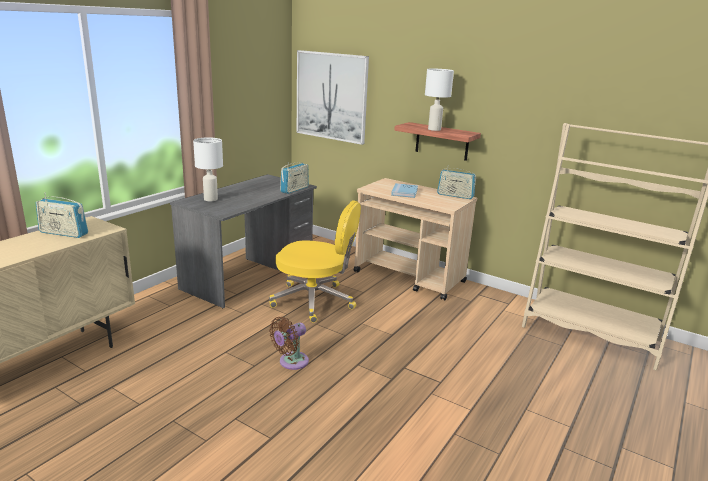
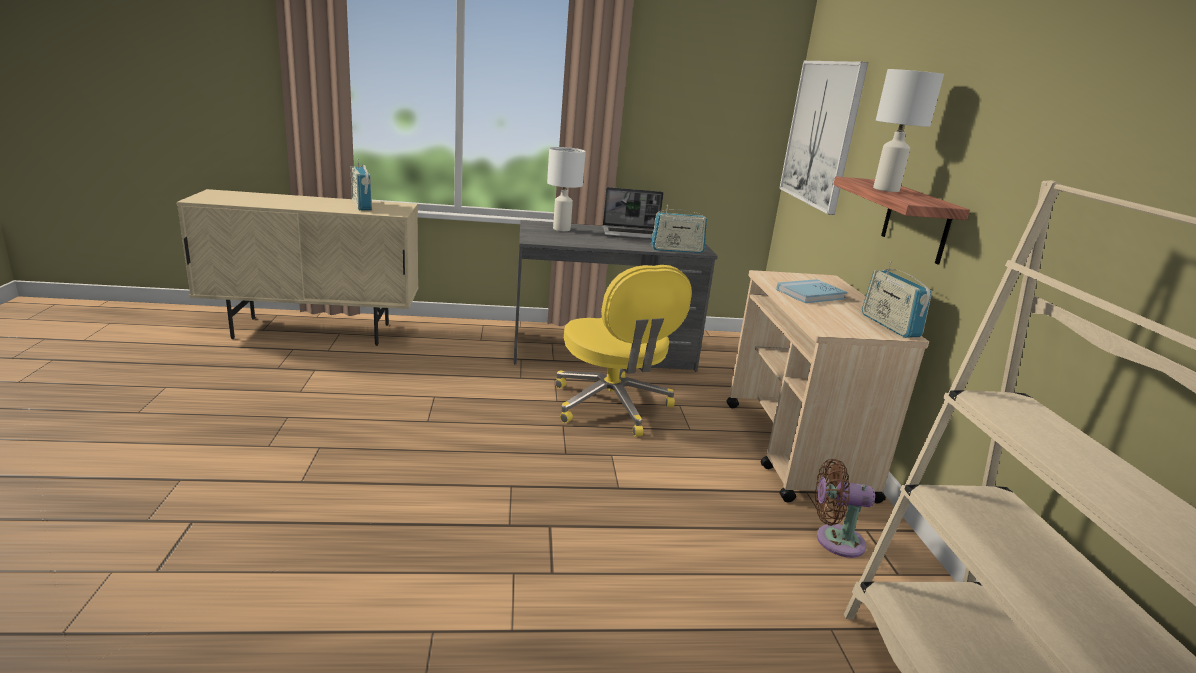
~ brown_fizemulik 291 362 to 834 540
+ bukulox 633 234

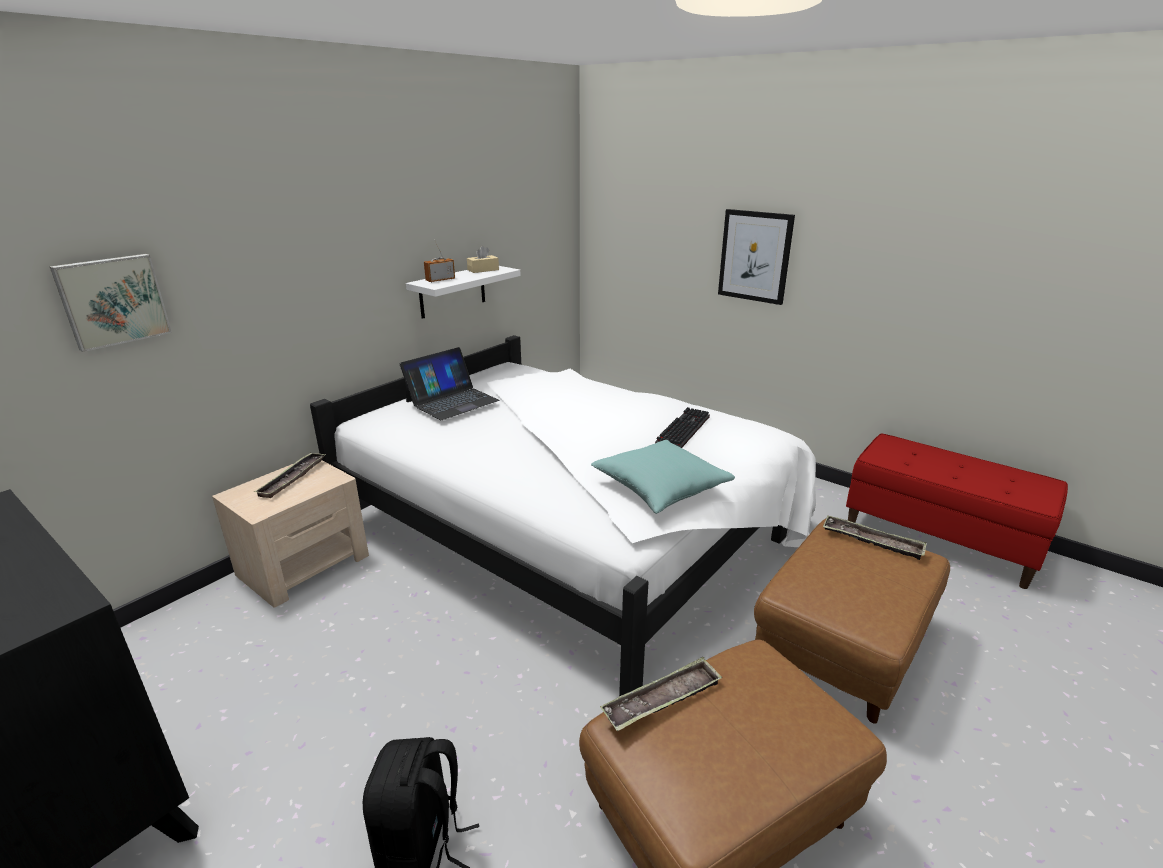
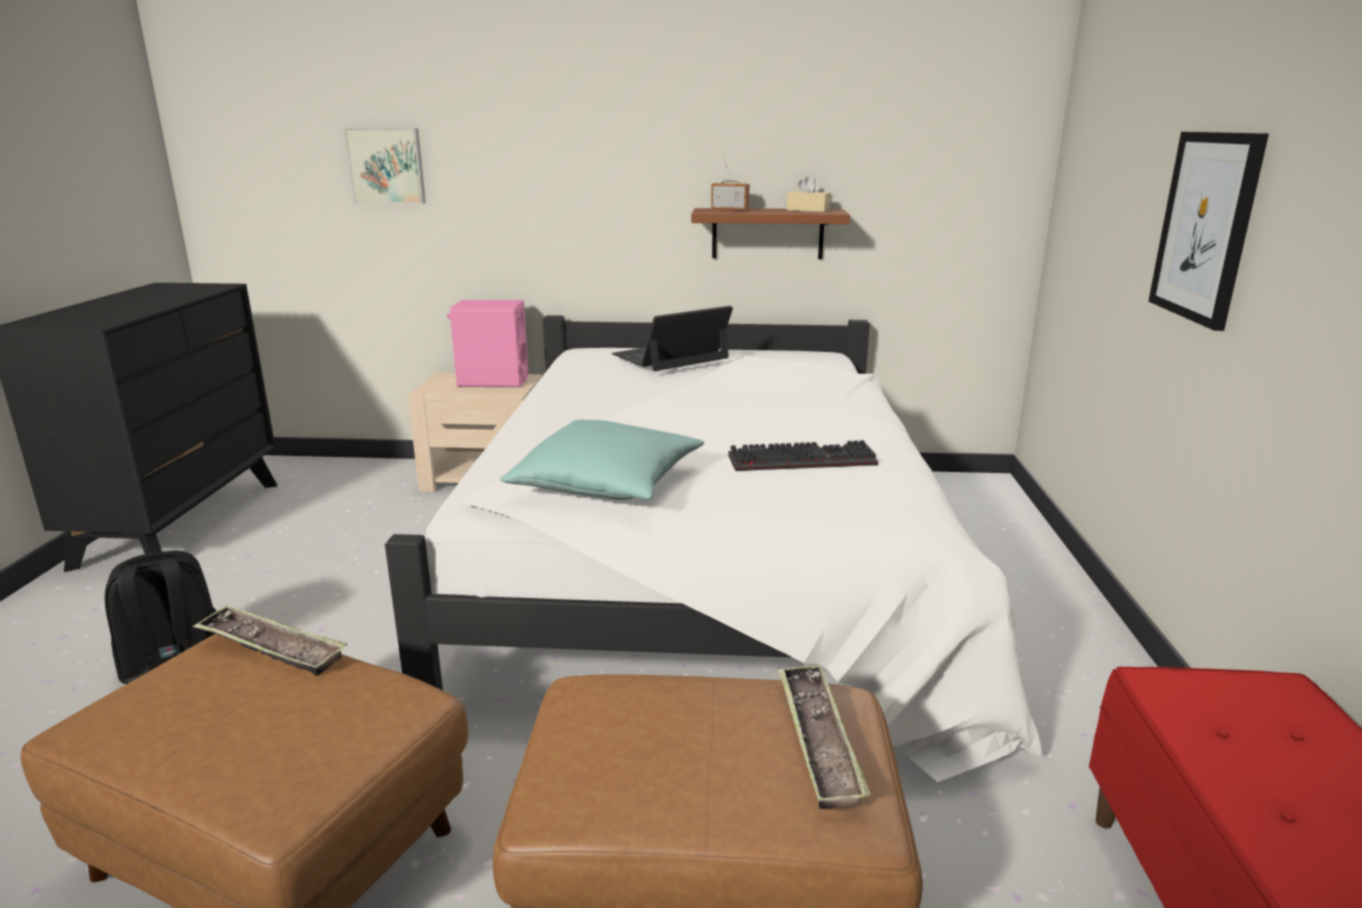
~ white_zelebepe 452 291 to brown_zelebepe 767 233
~ bukulox 452 401 = 670 356 135 degrees clockwise
~ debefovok 292 478 to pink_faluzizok 493 381

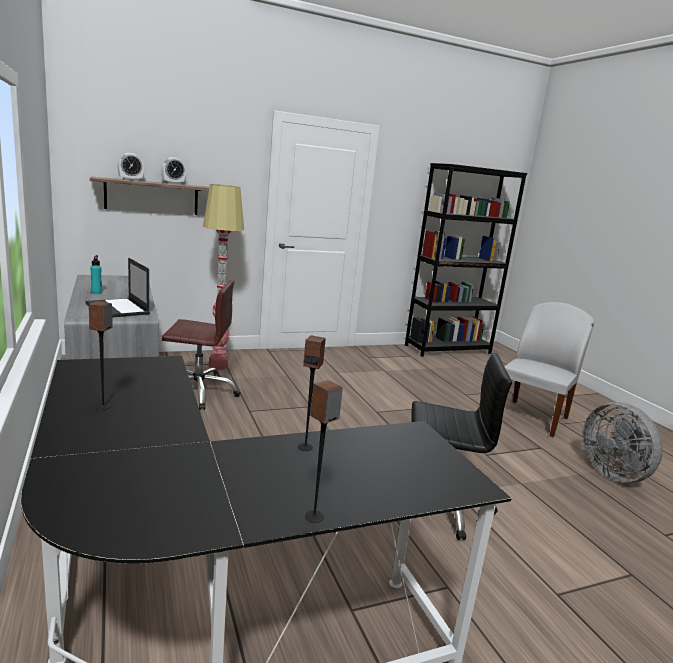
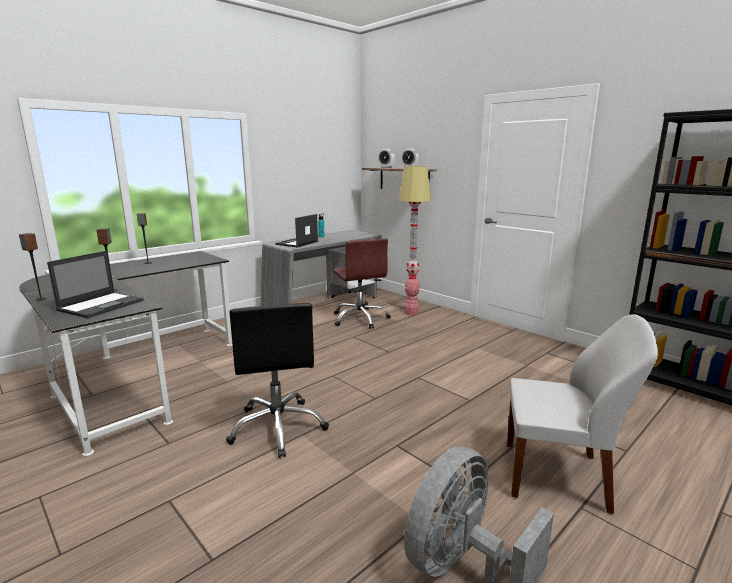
+ bukulox 102 305

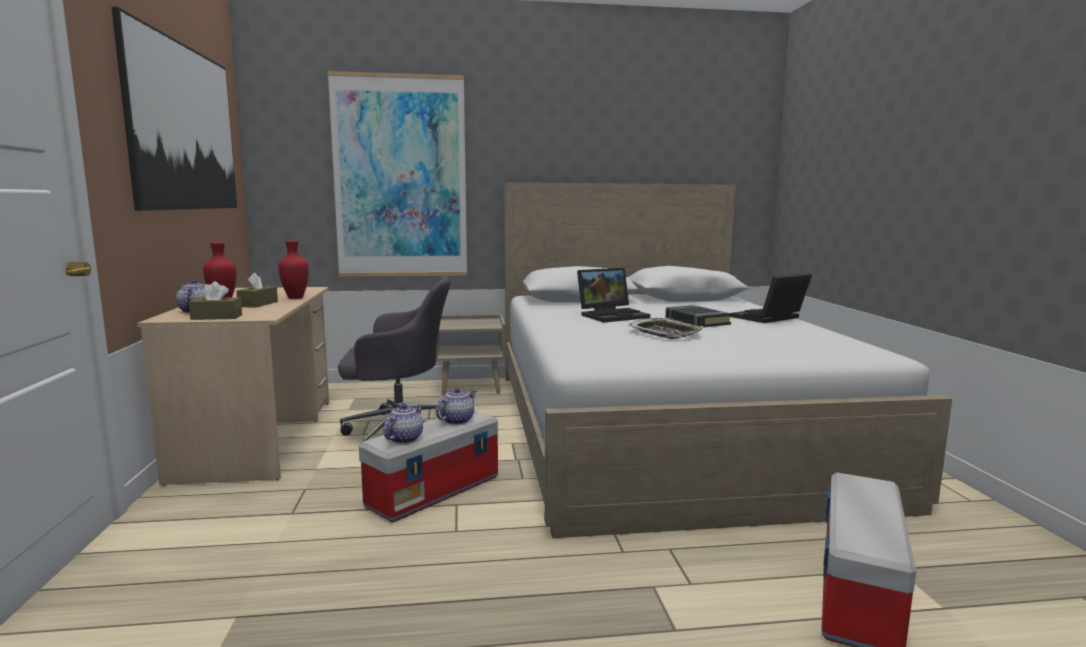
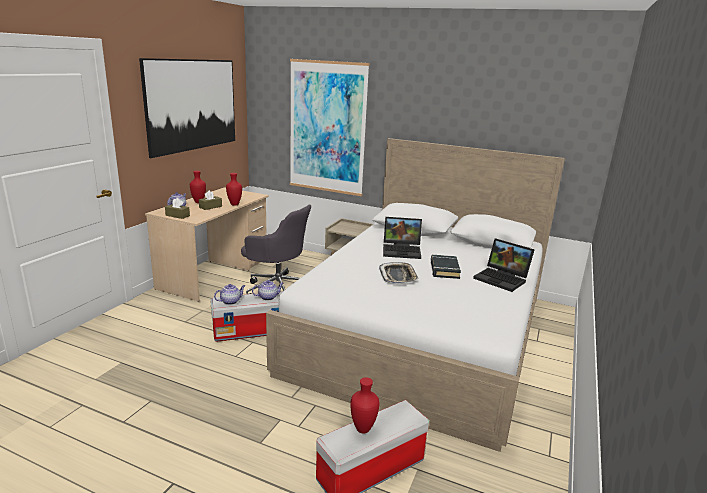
~ bukulox 769 318 = 502 279 135 degrees counterclockwise
+ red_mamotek 363 428

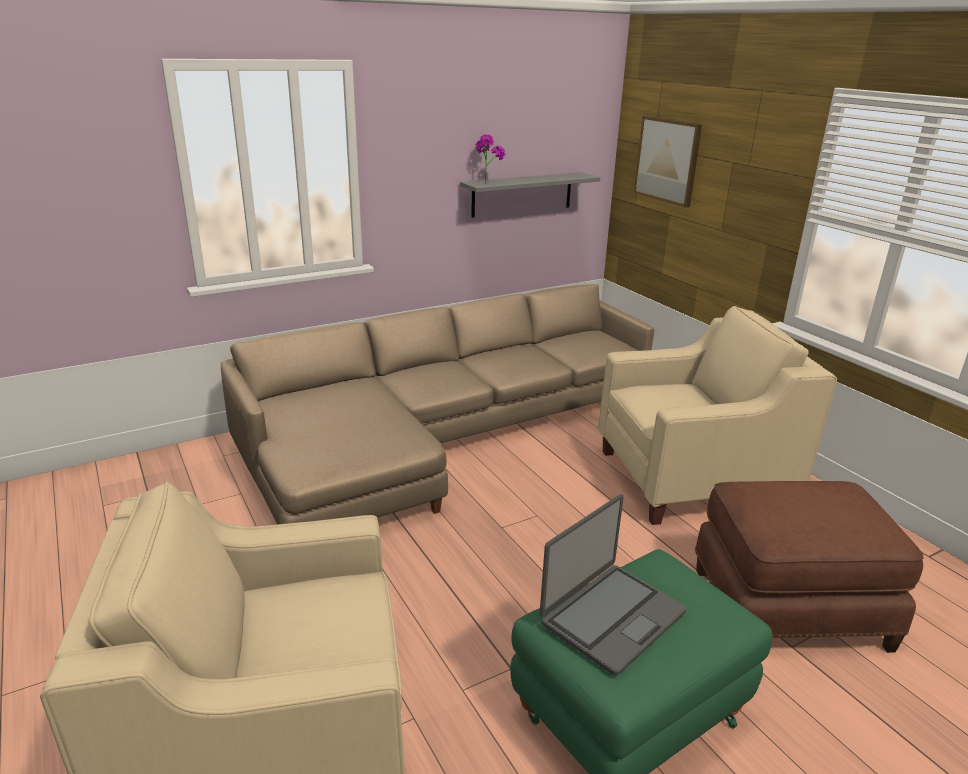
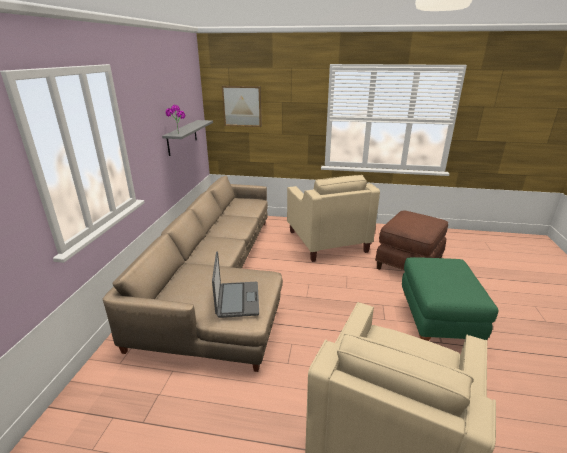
~ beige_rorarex 692 479 = 326 241 135 degrees clockwise
~ bukulox 611 617 to 237 300

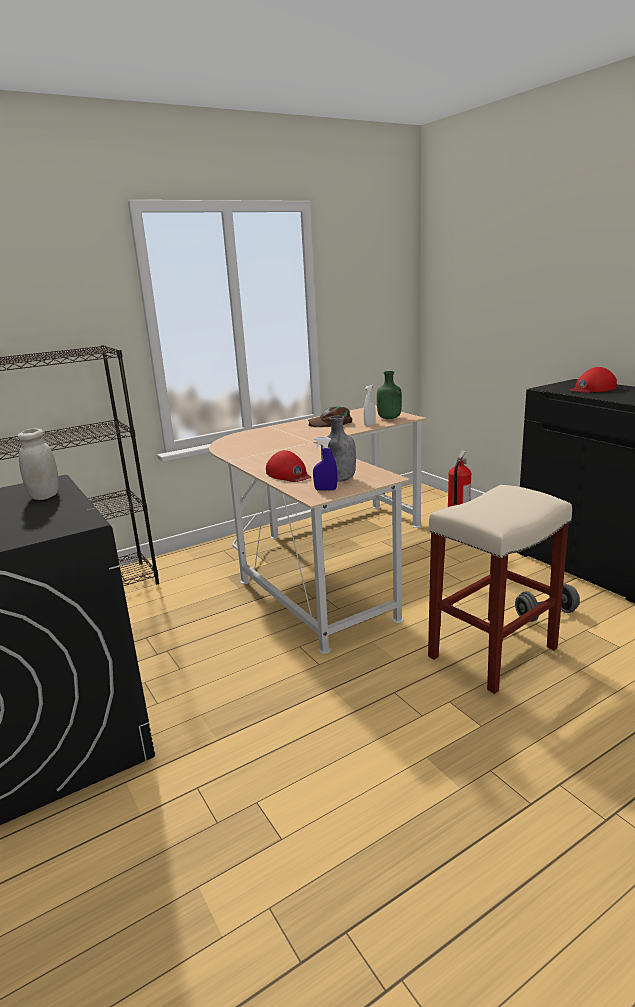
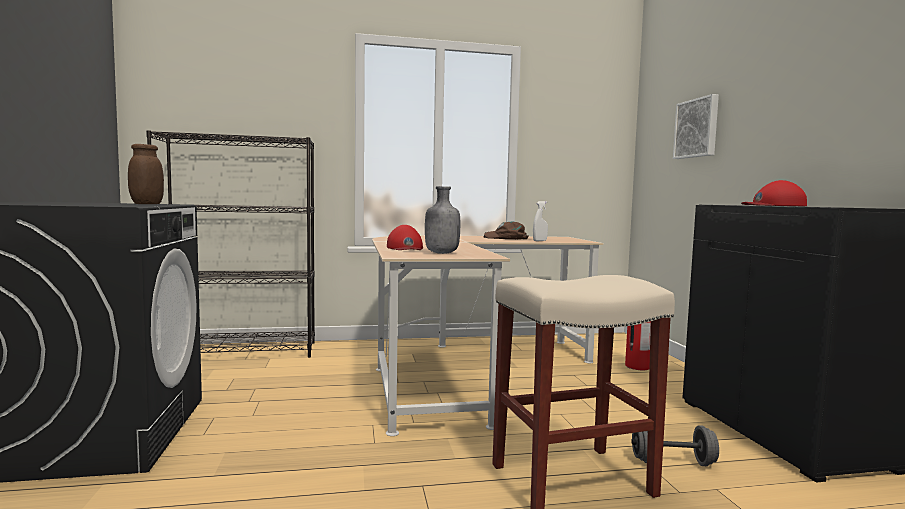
- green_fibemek 389 418
~ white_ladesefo 45 496 to brown_ladesefo 147 204
- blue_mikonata 325 490
+ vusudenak 697 128

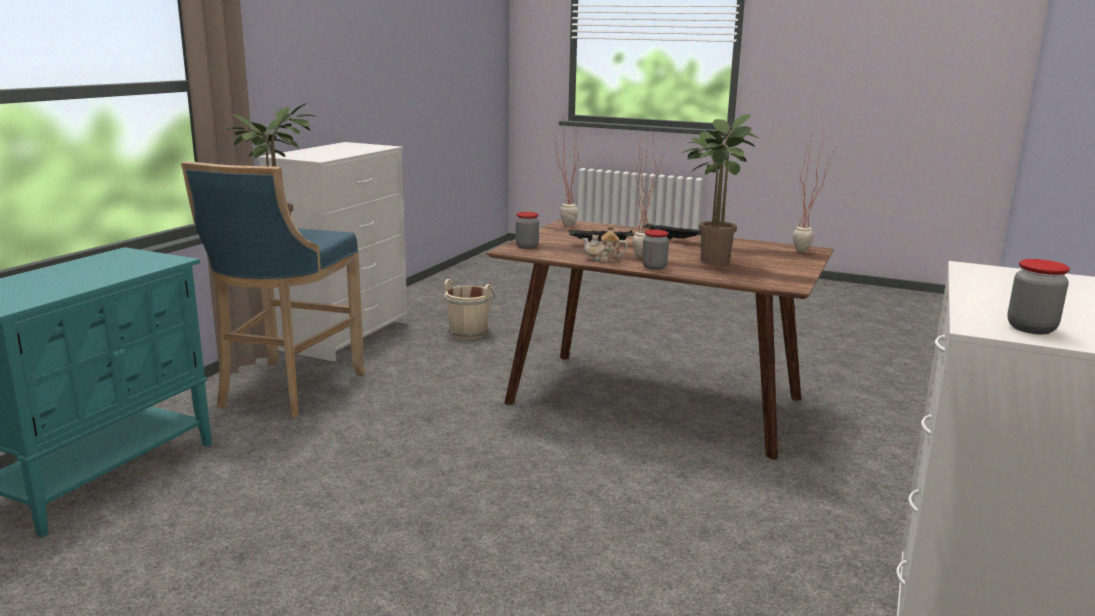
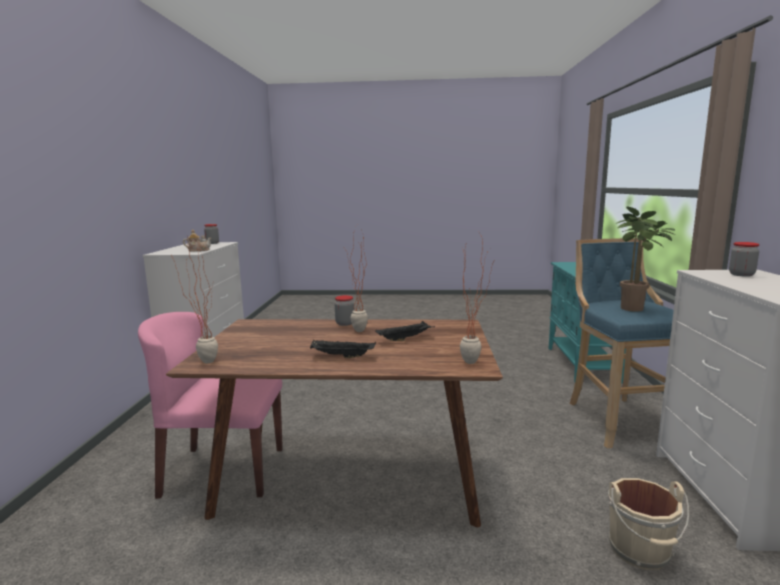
- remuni 712 259
~ ladesefo 527 246 to 741 275
~ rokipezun 603 259 to 198 250
+ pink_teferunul 223 471

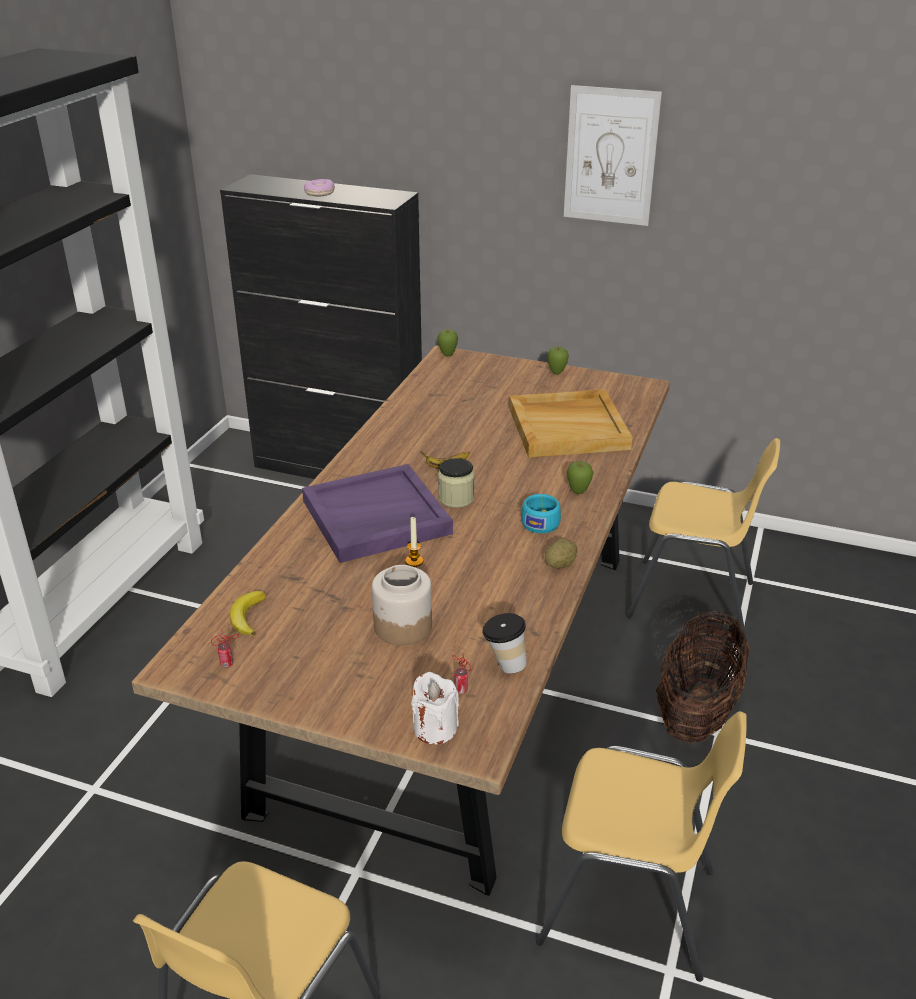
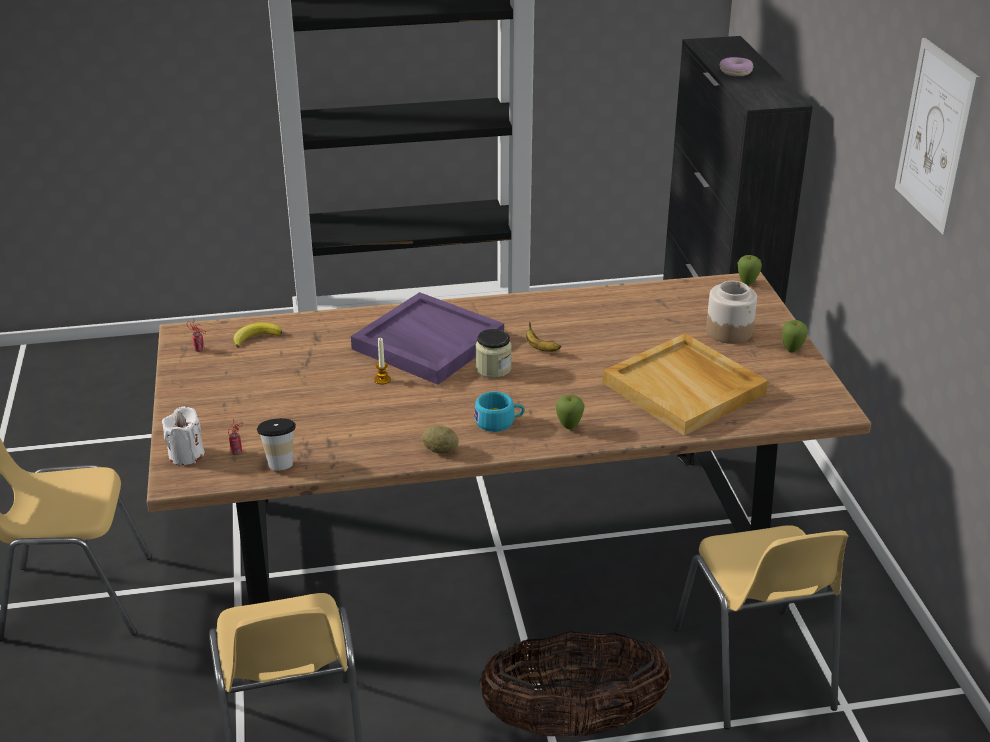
~ ladesefo 402 626 to 729 331

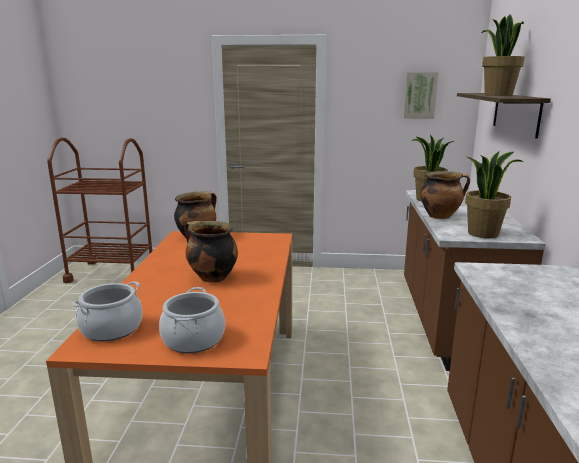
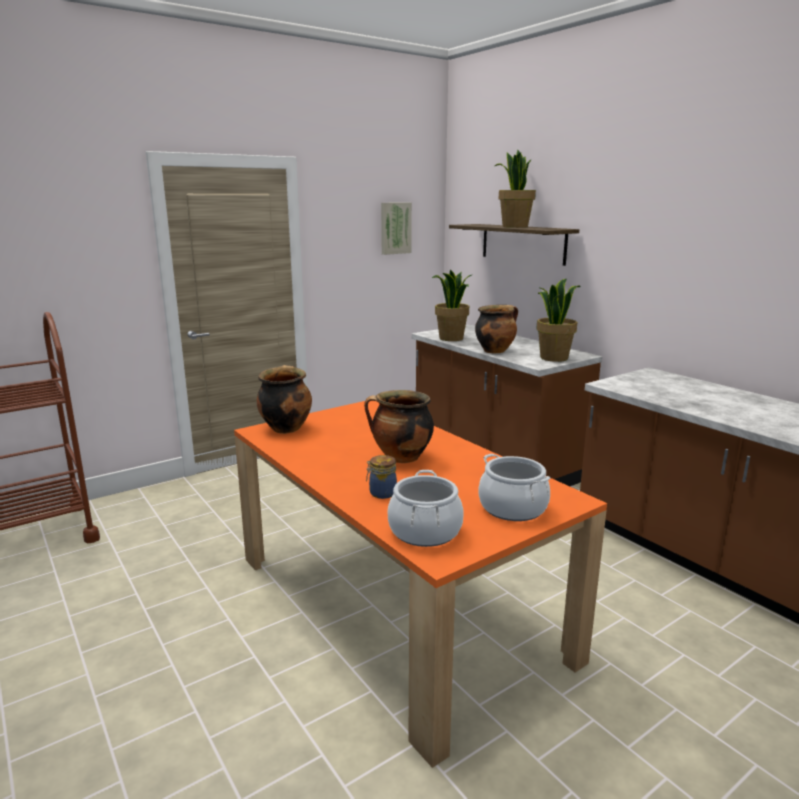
+ ladesefo 381 493

